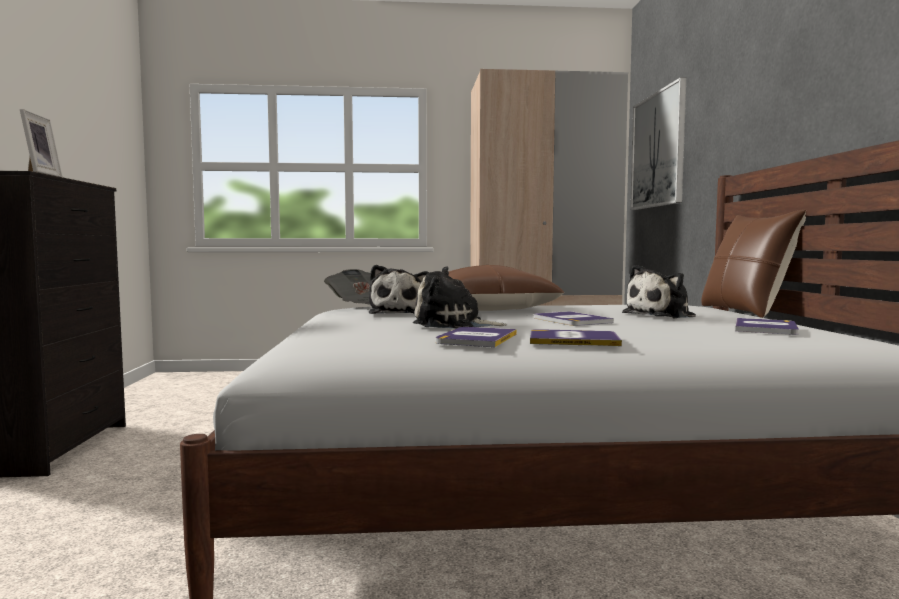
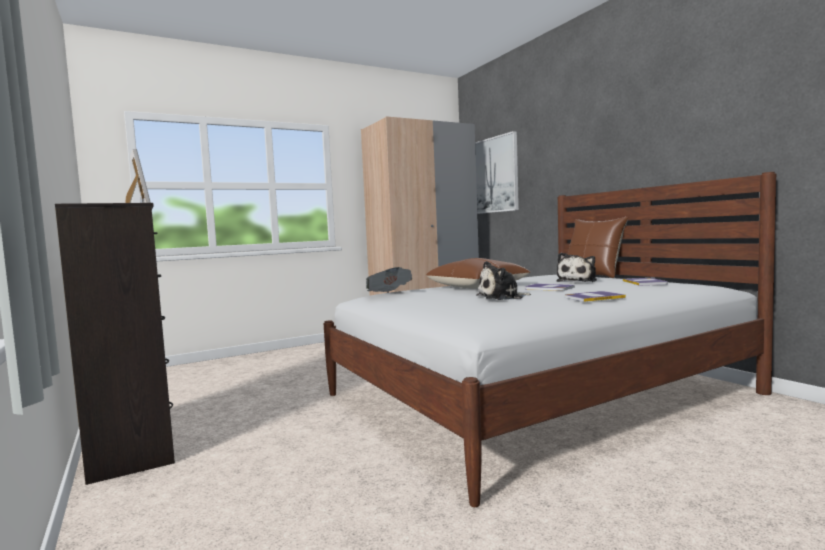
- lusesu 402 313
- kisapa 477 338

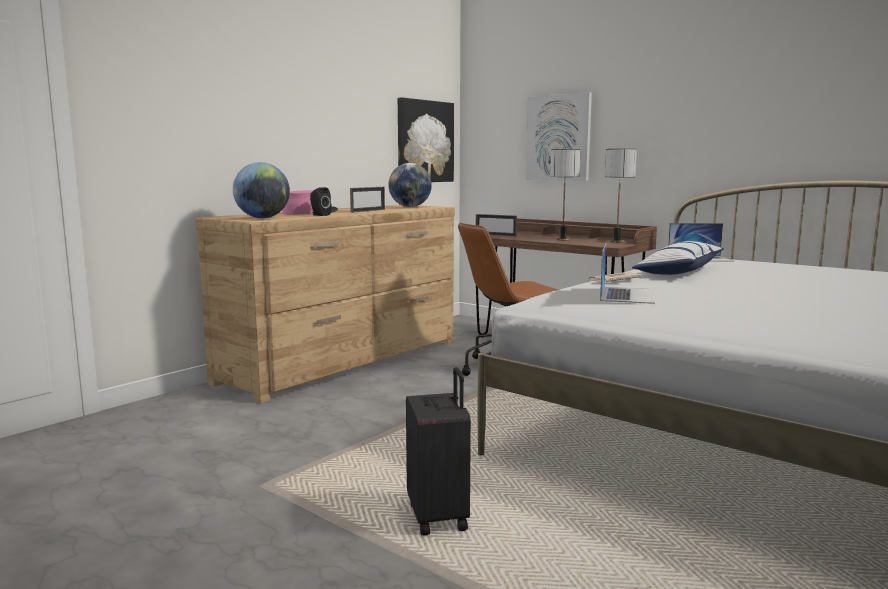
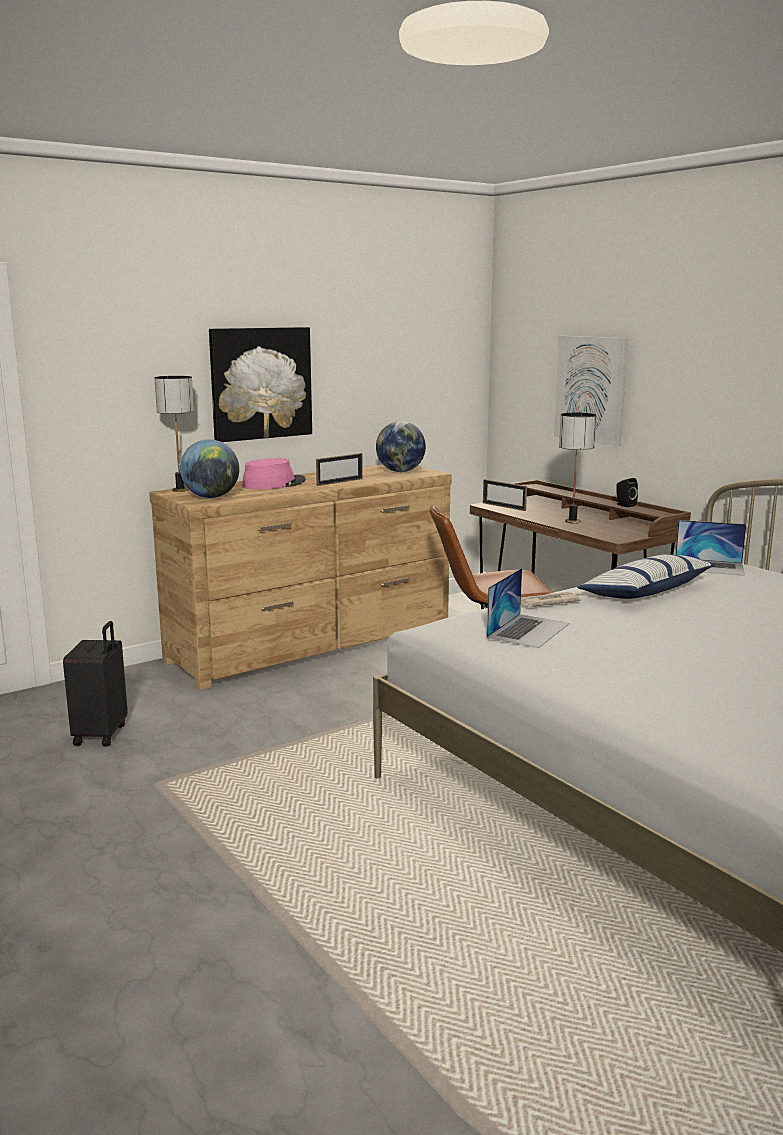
~ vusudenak 424 141 to 260 383
~ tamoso 616 242 to 180 490
~ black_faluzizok 319 215 to 624 505
~ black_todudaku 439 516 to 102 734

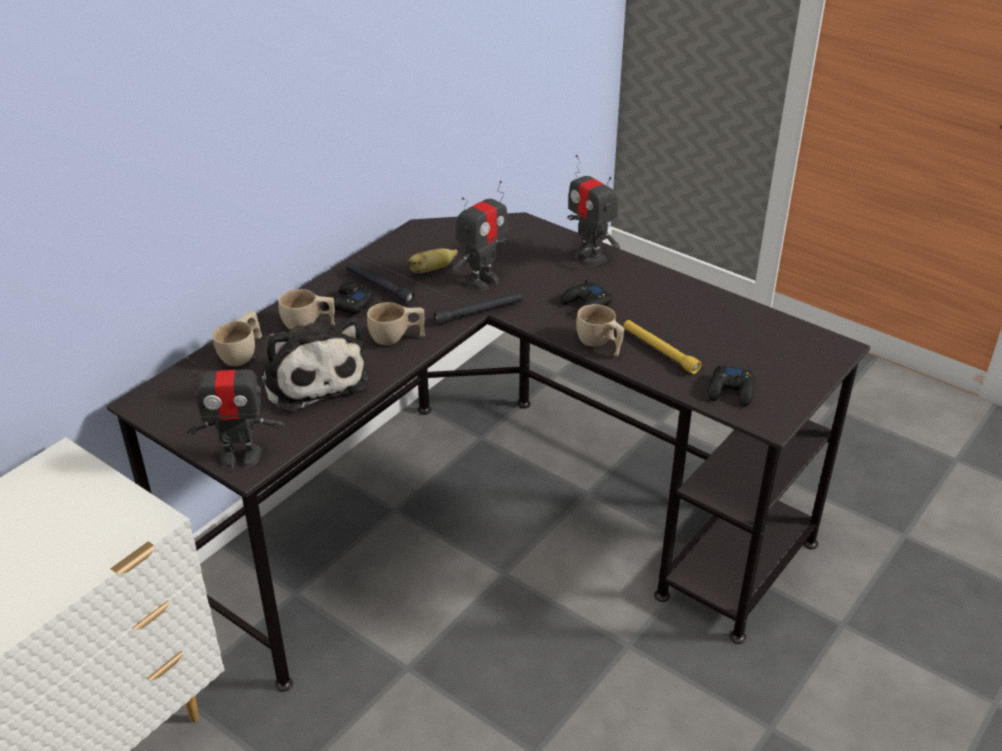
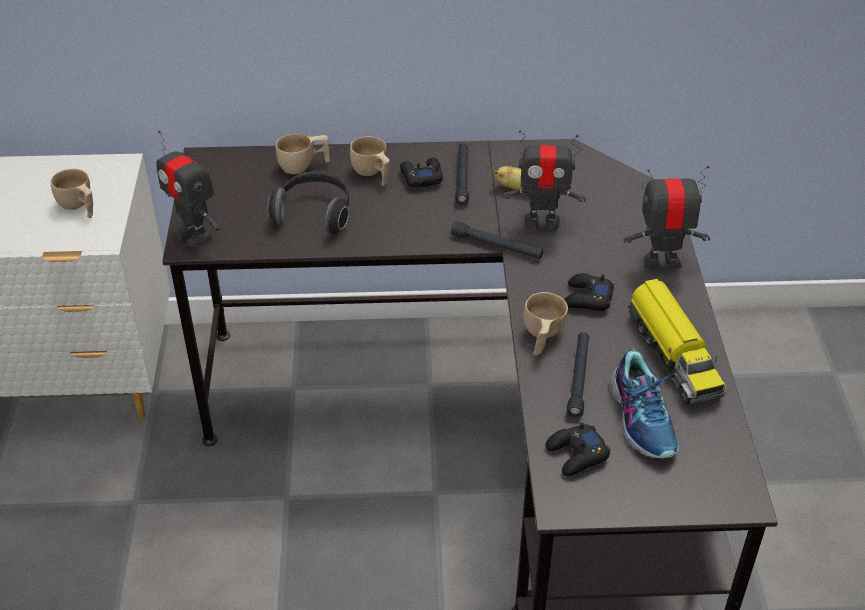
~ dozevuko 590 256 = 662 262 75 degrees clockwise
~ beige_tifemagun 397 338 to 78 207
~ lusesu 312 377 to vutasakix 314 213
~ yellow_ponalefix 659 351 to black_ponalefix 578 378
+ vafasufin 672 354
+ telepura 643 418

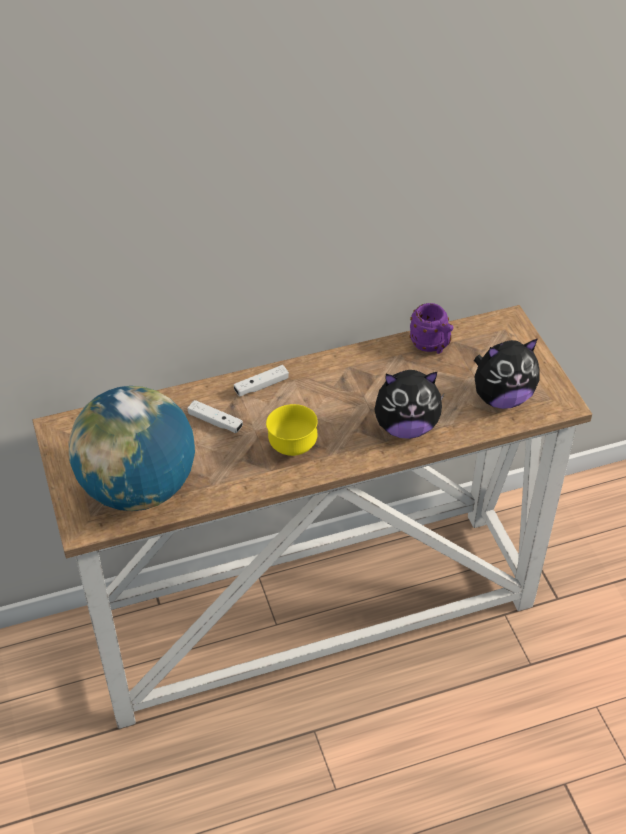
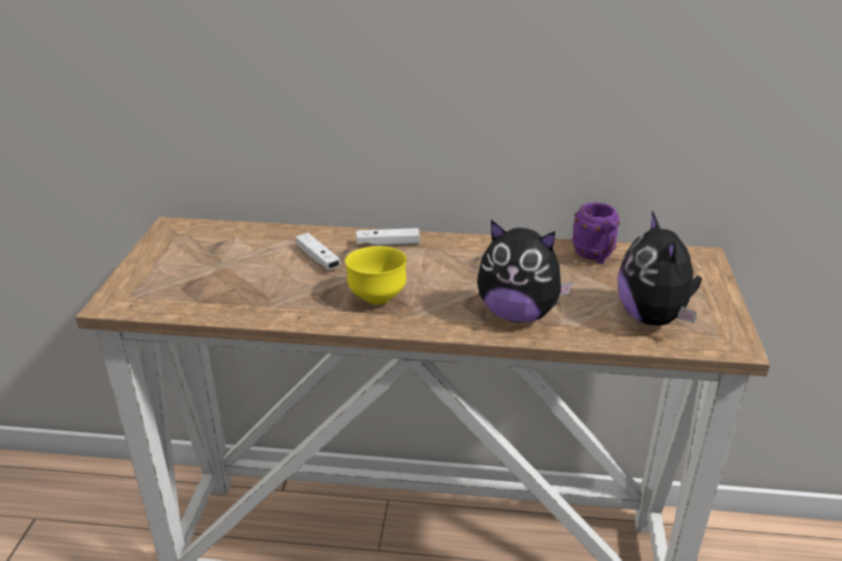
~ lusesu 501 397 = 653 318 75 degrees clockwise
- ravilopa 138 488

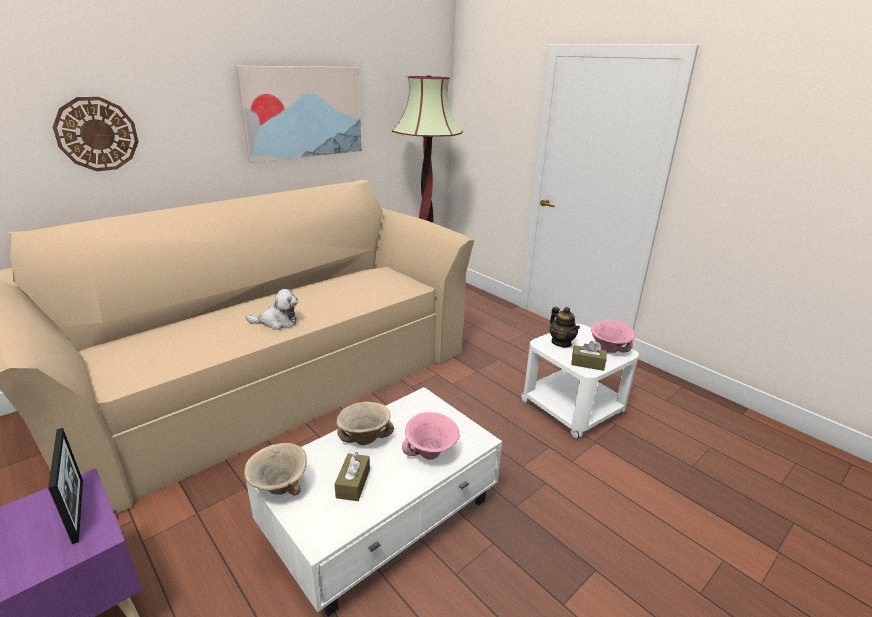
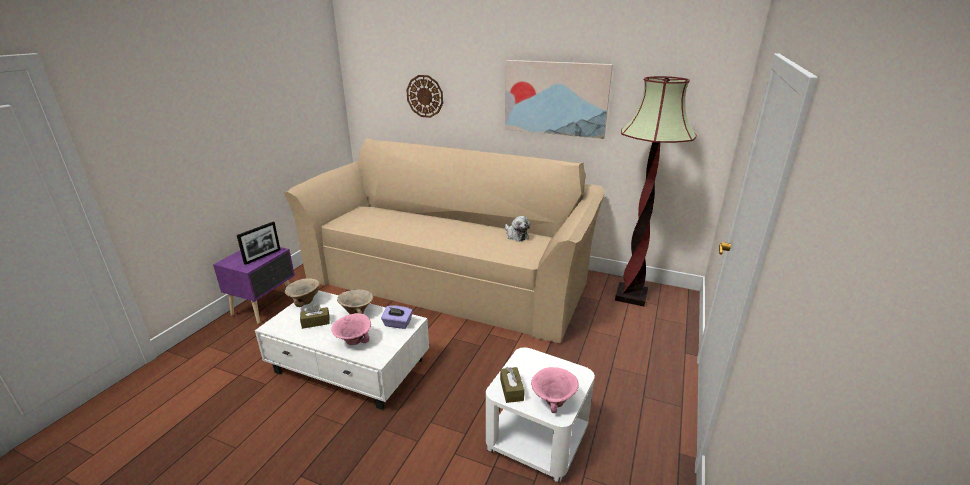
~ lusesu 277 322 to 516 235
- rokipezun 561 342
+ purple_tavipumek 397 324

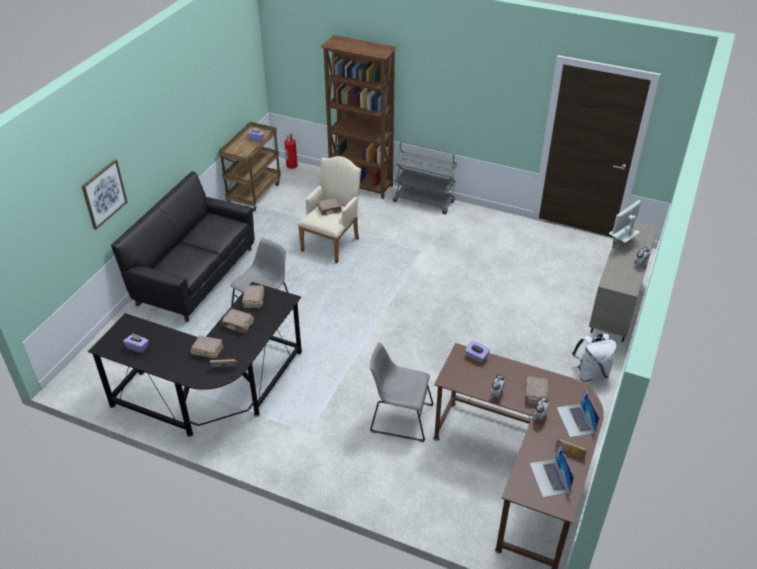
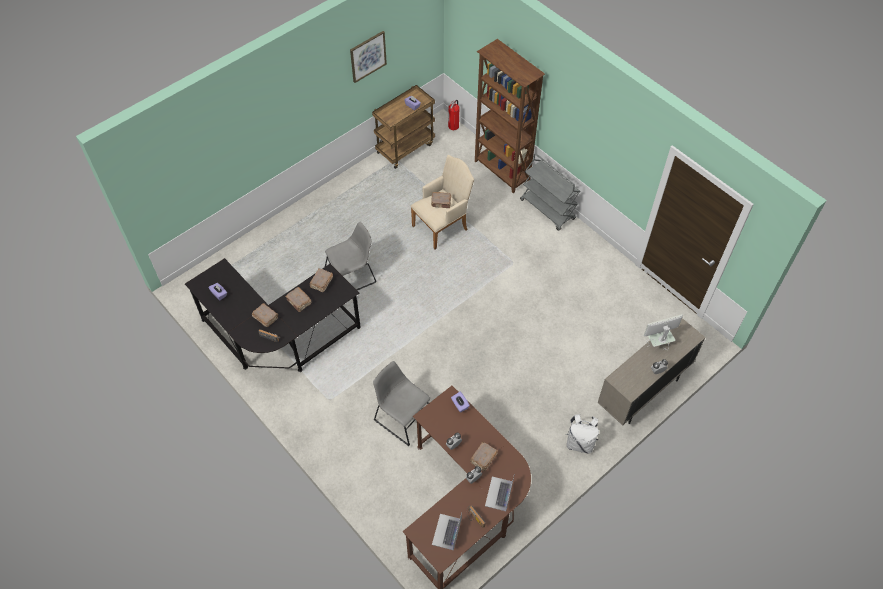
~ vusudenak 104 194 to 368 56
- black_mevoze 195 276

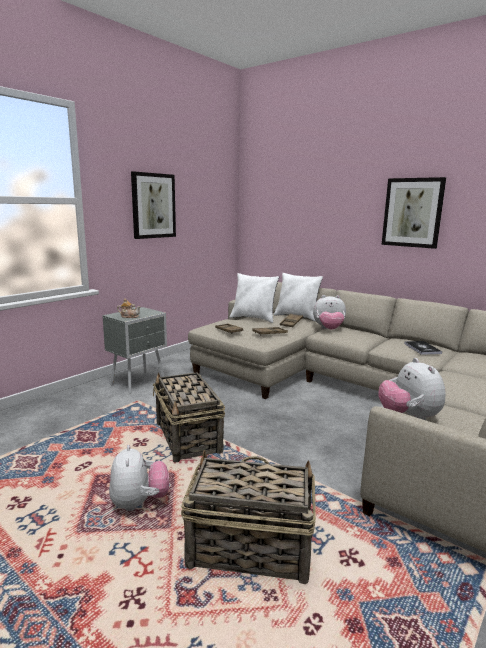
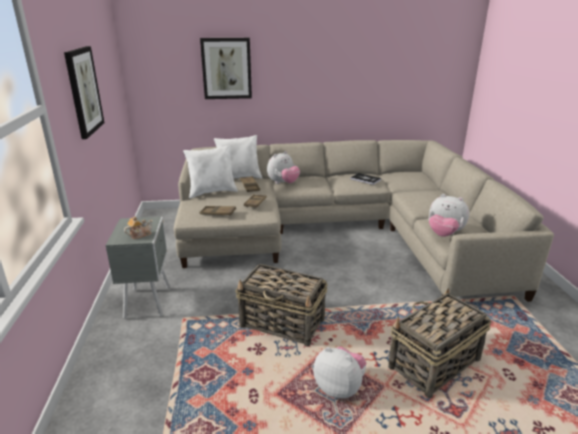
~ vusudenak 412 212 to 226 68

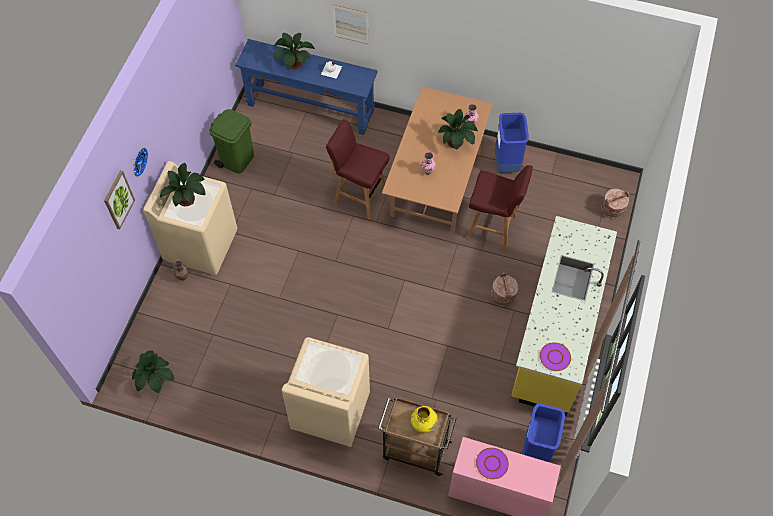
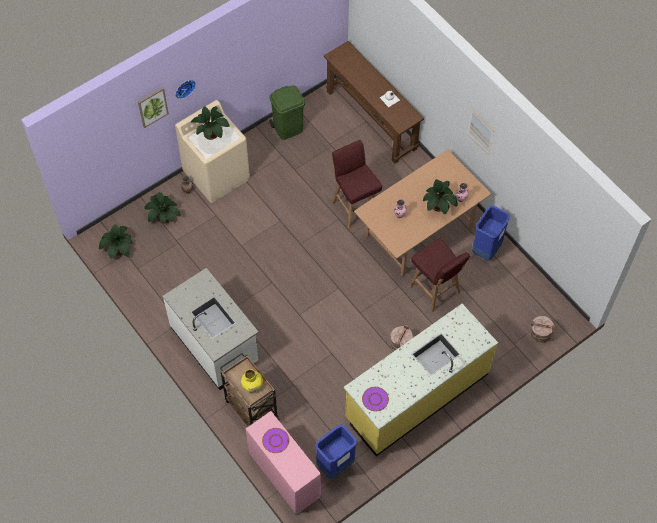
~ vusudenak 351 24 to 480 132
~ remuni 293 63 to 163 217
~ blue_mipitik 310 108 to brown_mipitik 371 120
~ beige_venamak 330 411 to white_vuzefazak 215 345

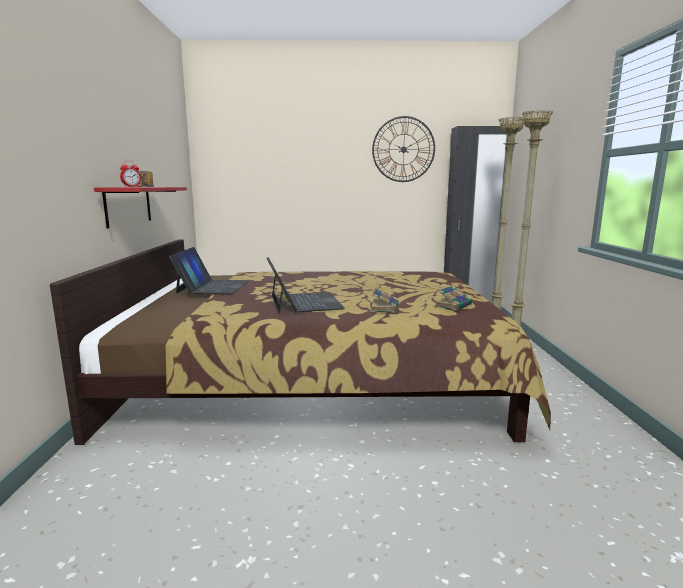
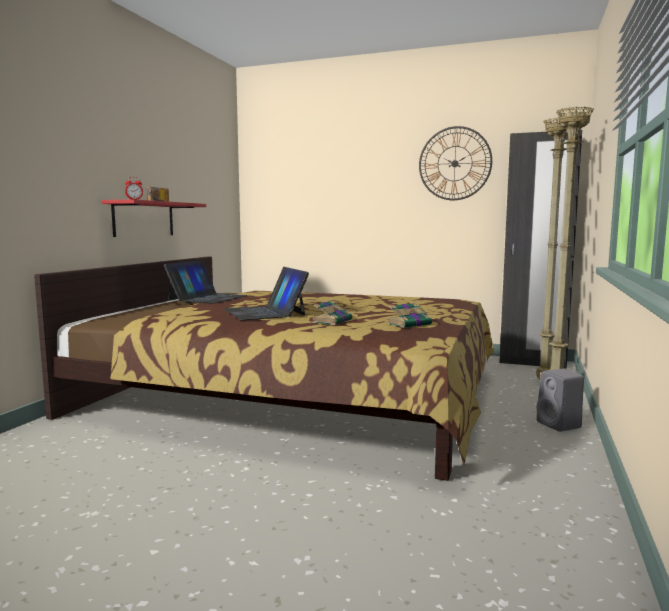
~ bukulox 304 302 = 265 312 150 degrees clockwise
+ grey_faluzizok 560 425

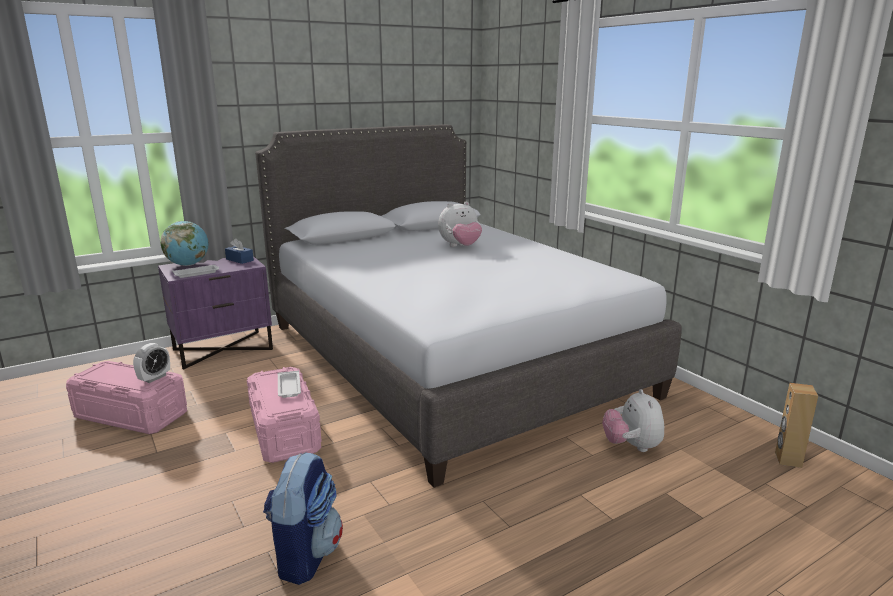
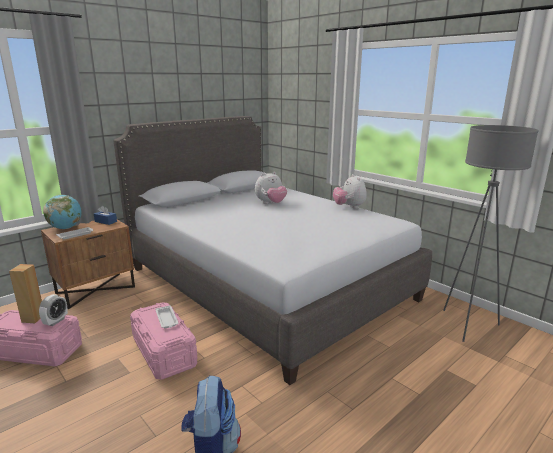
~ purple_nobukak 223 349 to brown_nobukak 95 289
~ brown_faluzizok 787 459 to 33 318
~ lusesu 631 446 to 349 207
+ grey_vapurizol 467 325

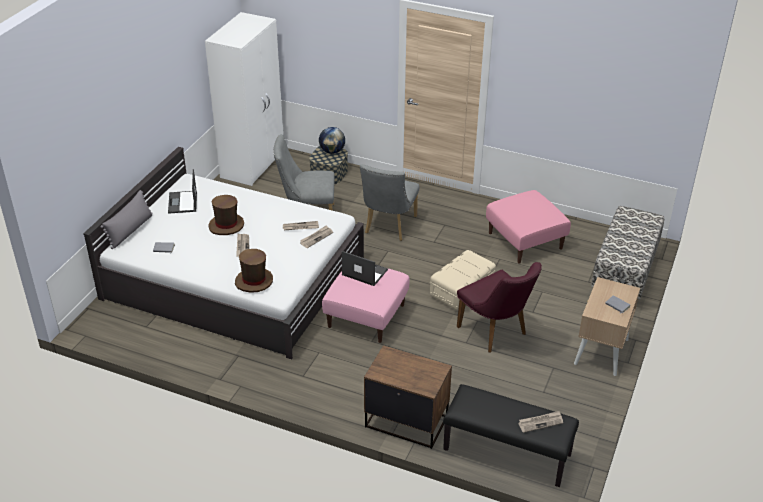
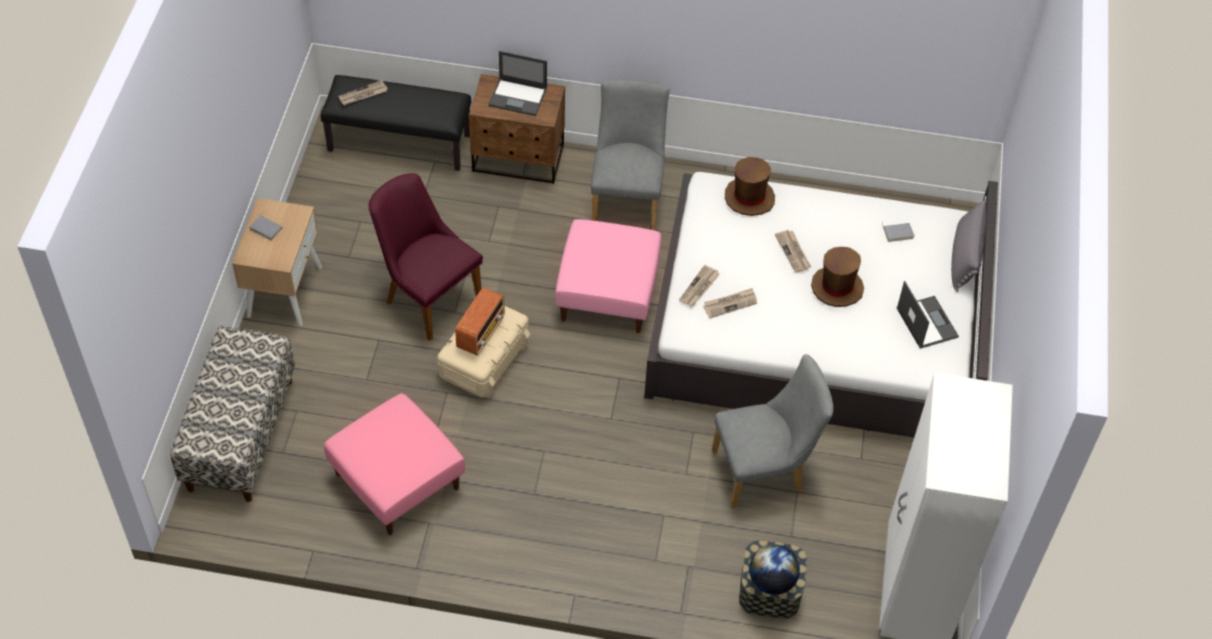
~ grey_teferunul 388 227 to 627 197
~ bukulox 364 272 to 518 97
+ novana 481 332

